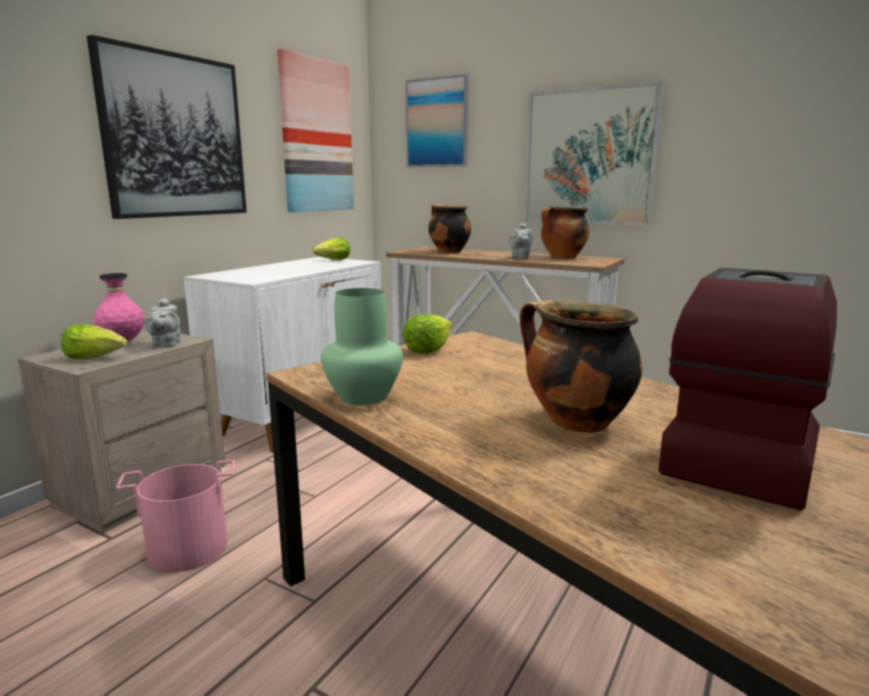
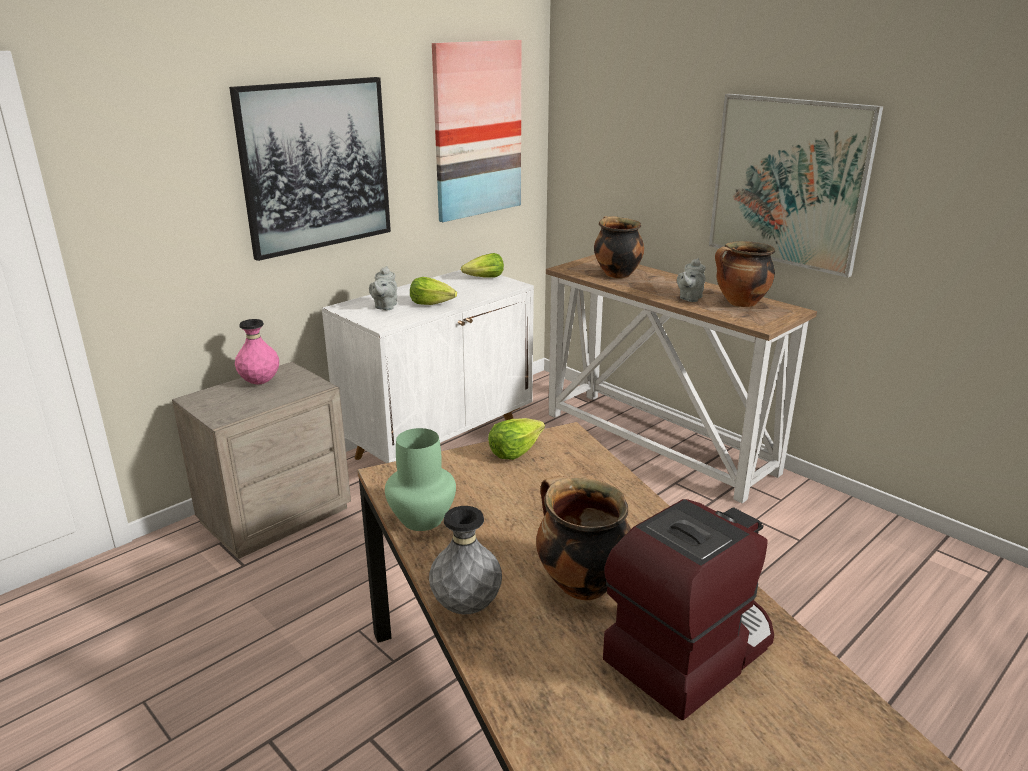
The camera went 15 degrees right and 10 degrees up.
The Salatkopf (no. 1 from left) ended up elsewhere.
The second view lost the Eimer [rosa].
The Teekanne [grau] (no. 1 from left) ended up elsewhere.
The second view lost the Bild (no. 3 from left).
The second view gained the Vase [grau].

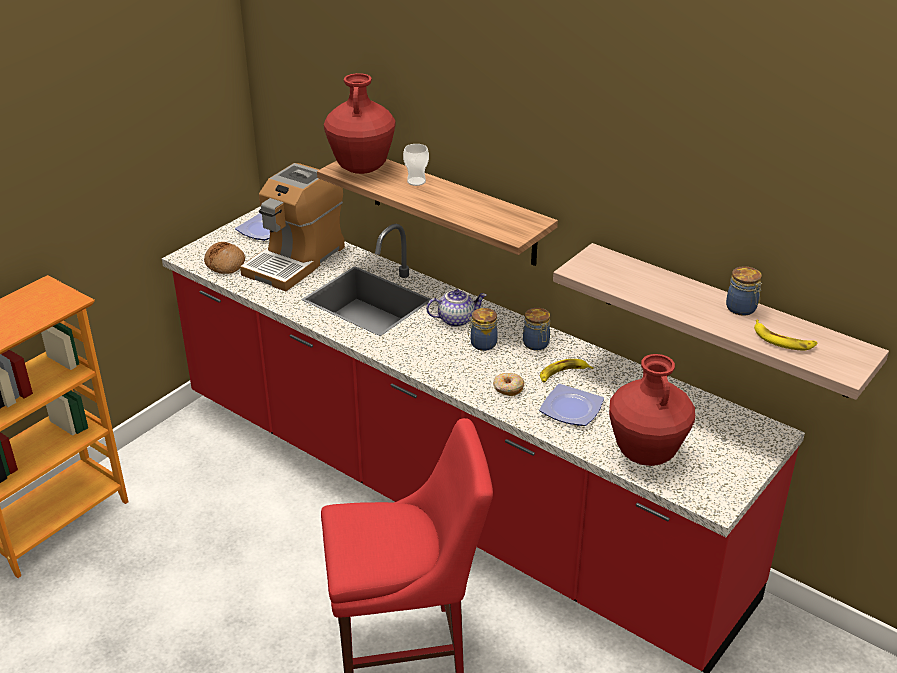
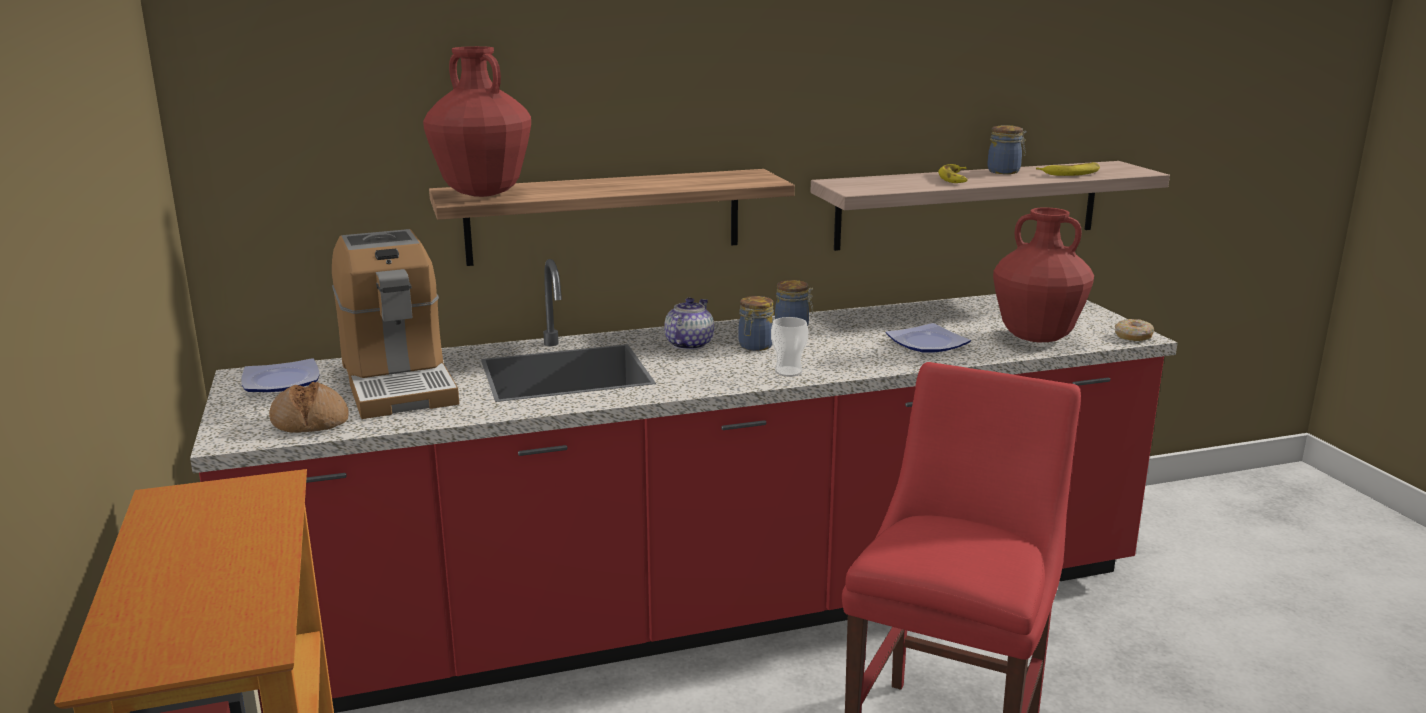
The camera went 55 degrees left and 15 degrees down.
The Tasse ended up elsewhere.
The Donut ended up elsewhere.
The Banane (no. 1 from left) ended up elsewhere.

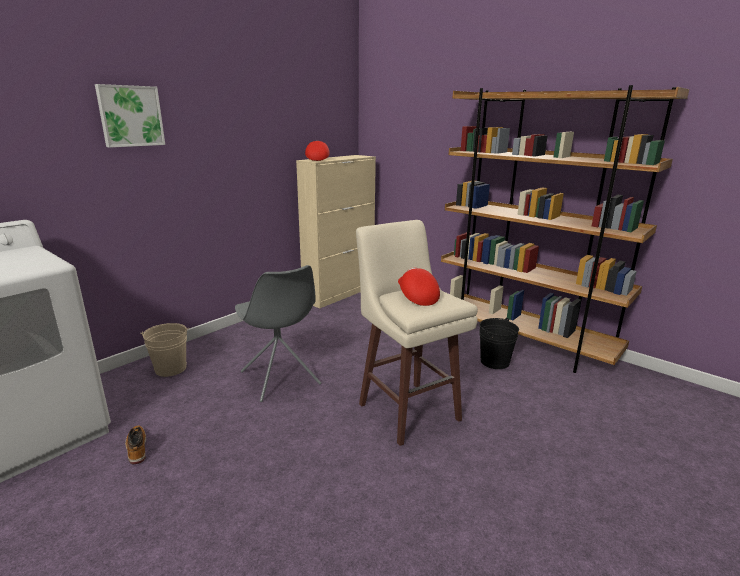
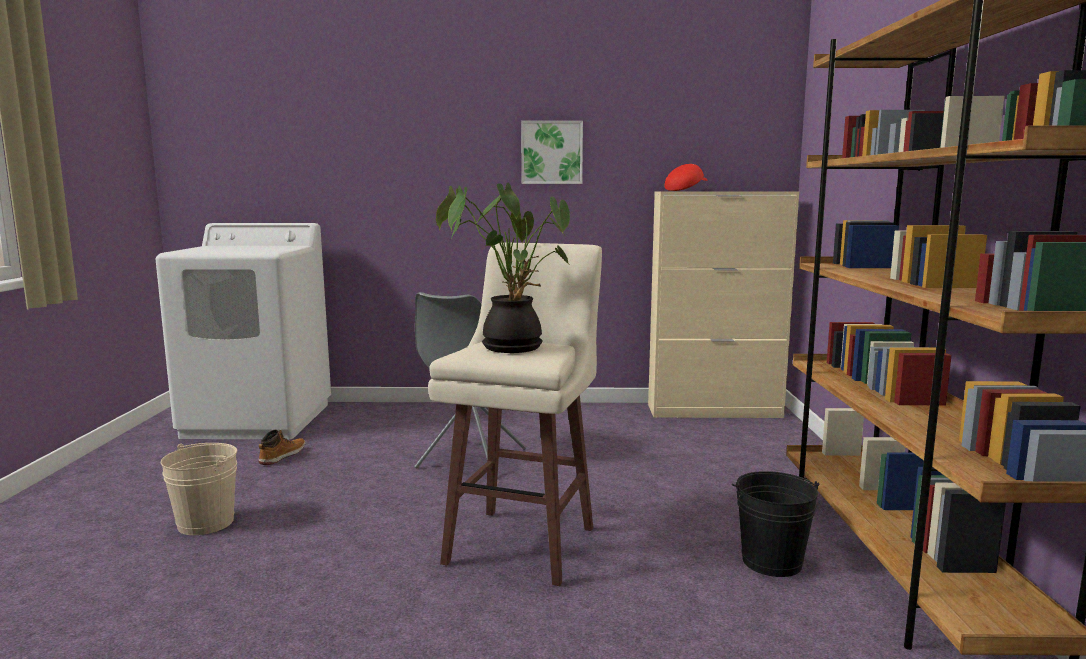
The camera went 50 degrees right and 10 degrees down.
The Bild ended up elsewhere.
The Eimer [beige] ended up elsewhere.
Where the Kappe [rot] (no. 2 from left) stood, the Topfpflanze came to stand.

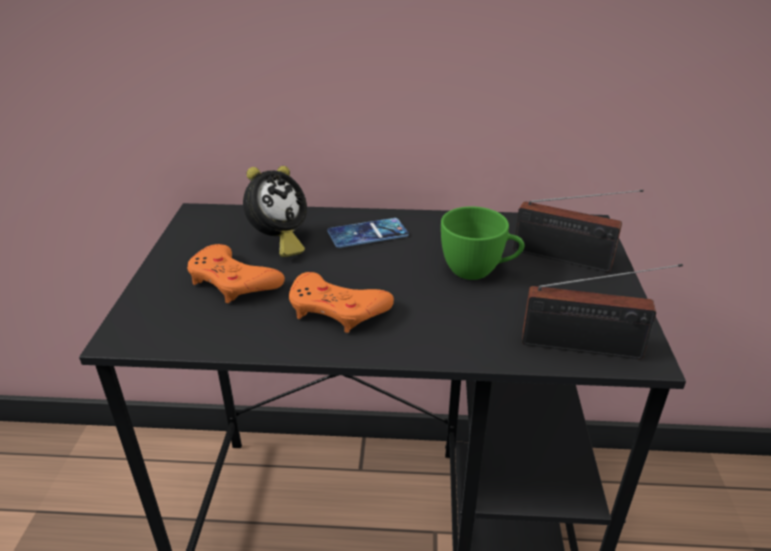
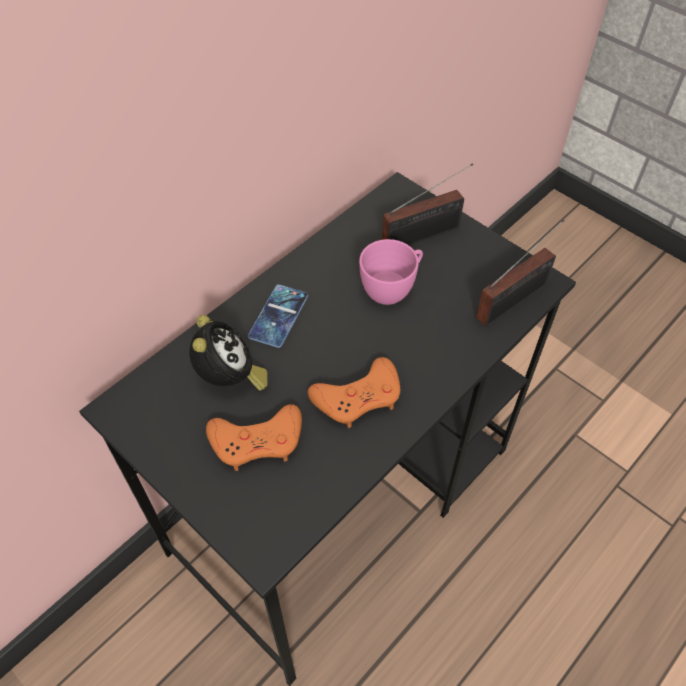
The camera went 50 degrees left and 20 degrees up.
What was the Tasse [grün] turned into the Tasse [rosa].

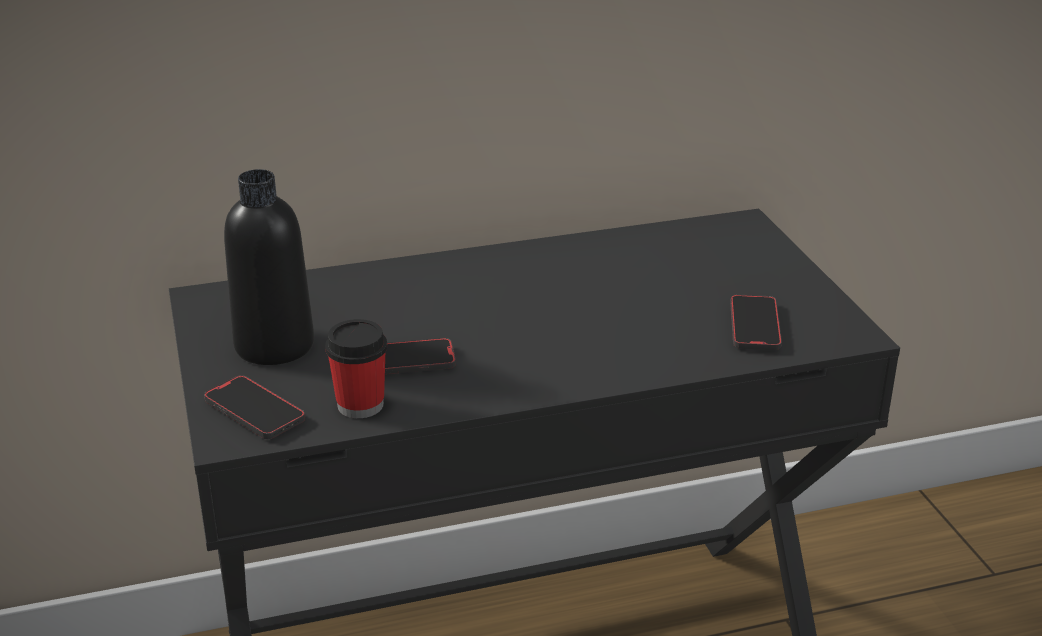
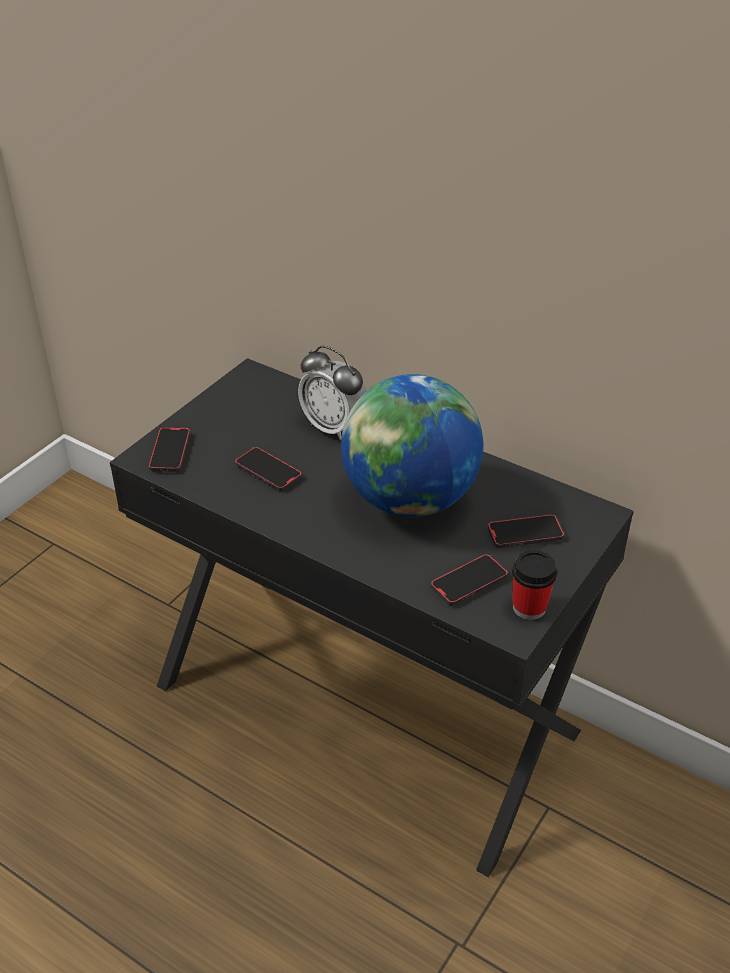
The camera went 50 degrees right and 10 degrees up.
The second view lost the Flasche [schwarz].
The Tasse ended up elsewhere.
The second view gained the Wecker.
The second view gained the Globus.
The second view gained the Handy (no. 4 from left).

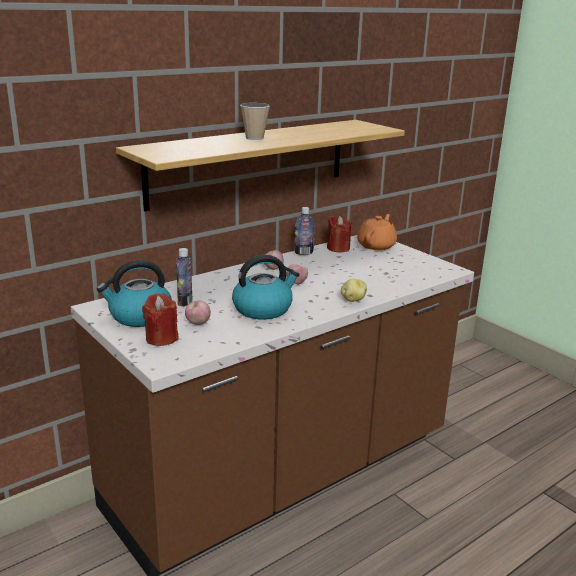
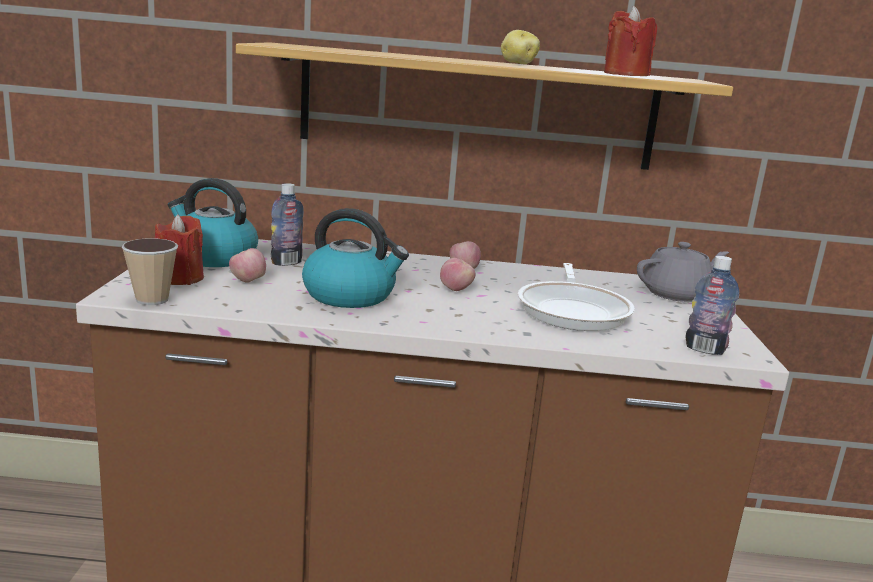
The camera went 40 degrees right and 5 degrees down.
The Tasse ended up elsewhere.
The Flasche (no. 2 from left) ended up elsewhere.
The Kerze [rot] (no. 2 from left) ended up elsewhere.
The Kartoffel ended up elsewhere.
What was the Teekanne [orange] turned into the Teekanne [grau].
The second view gained the Pfanne.

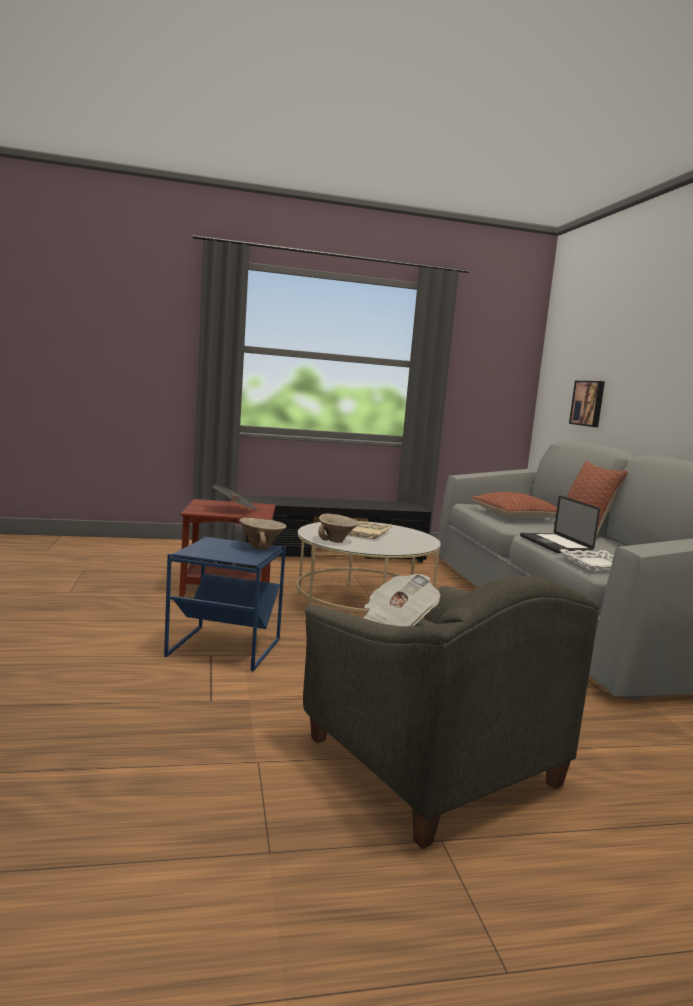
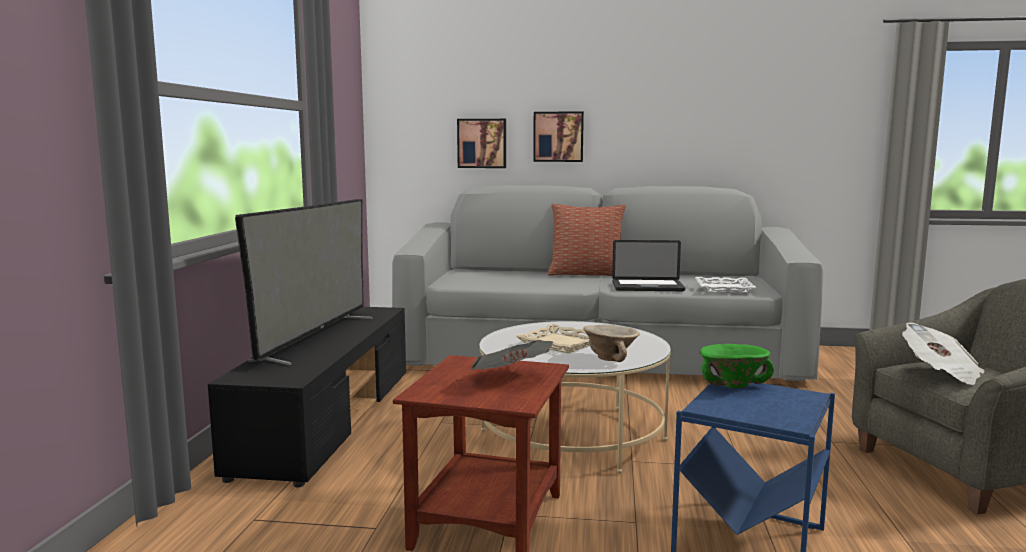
The camera went 70 degrees left and 0 degrees up.
What was the Schüssel [beige] (no. 1 from left) turned into the Schüssel [grün].
The second view lost the Kissen (no. 1 from left).
The second view gained the Fernseher.
The second view gained the Bild (no. 2 from left).

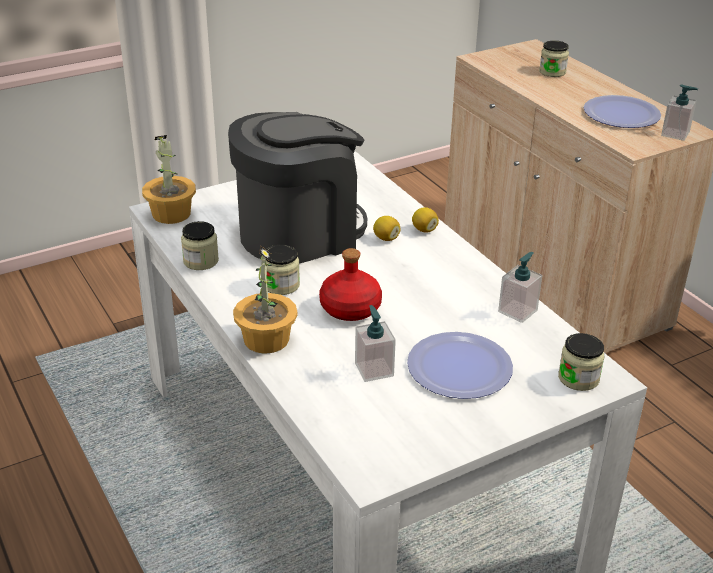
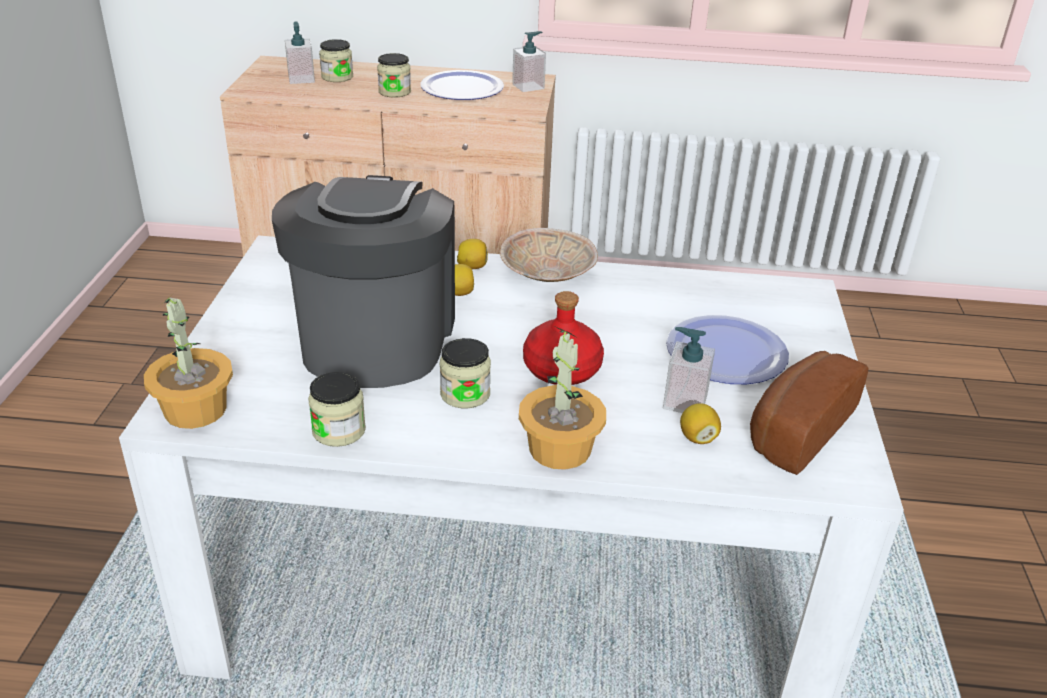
The camera went 55 degrees left and 0 degrees up.
The Seifenspender (no. 2 from left in the first image) ended up elsewhere.
The Vorratsglas (no. 4 from left in the first image) ended up elsewhere.
The second view gained the Schüssel [beige].
The second view gained the Zitrone (no. 3 from left).
The second view gained the Brot.

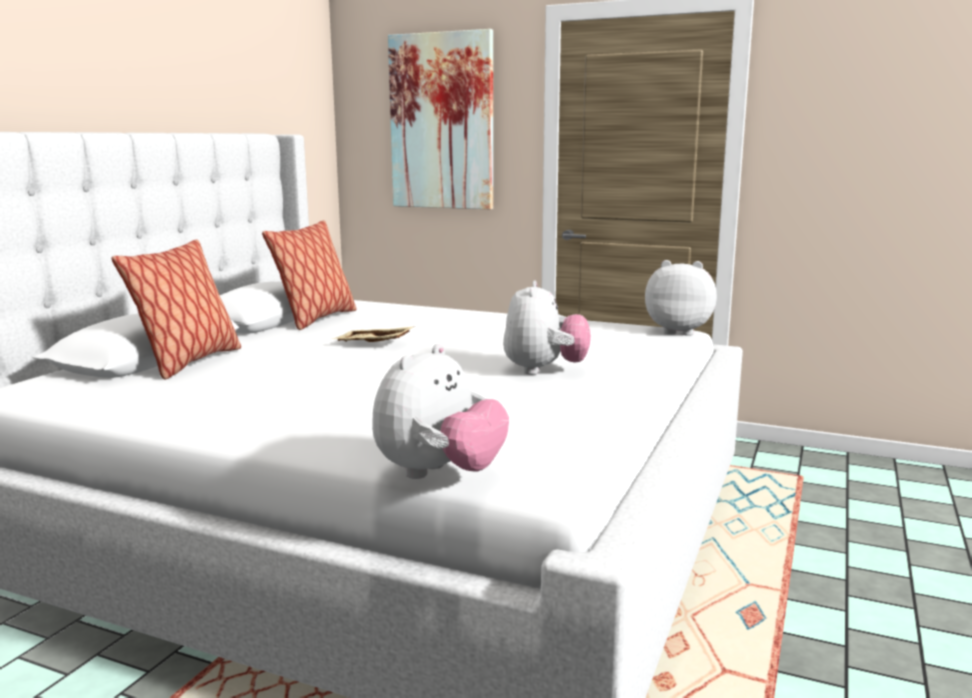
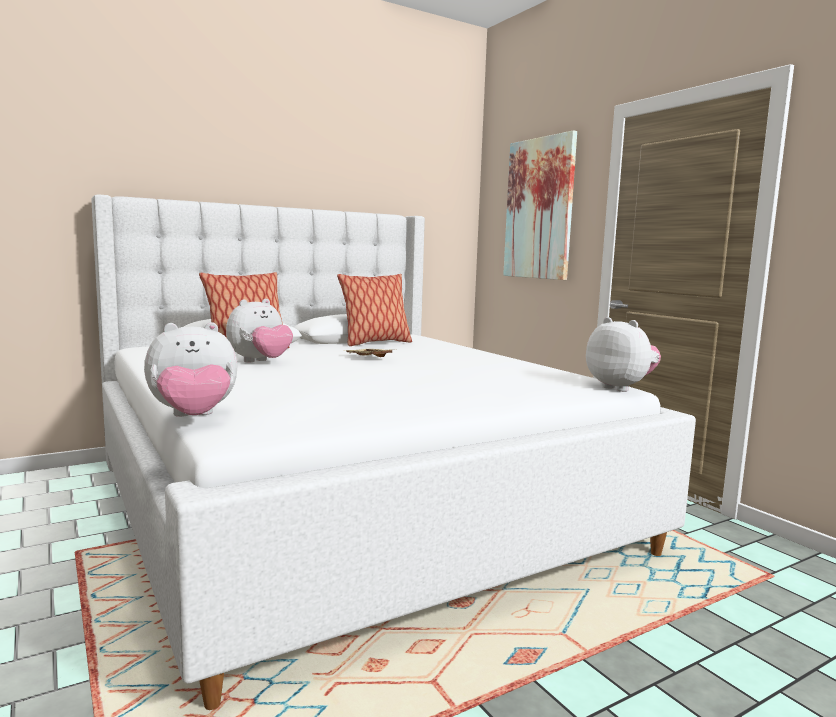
The camera went 35 degrees right and 5 degrees down.
The Plüschtier (no. 2 from left) ended up elsewhere.

